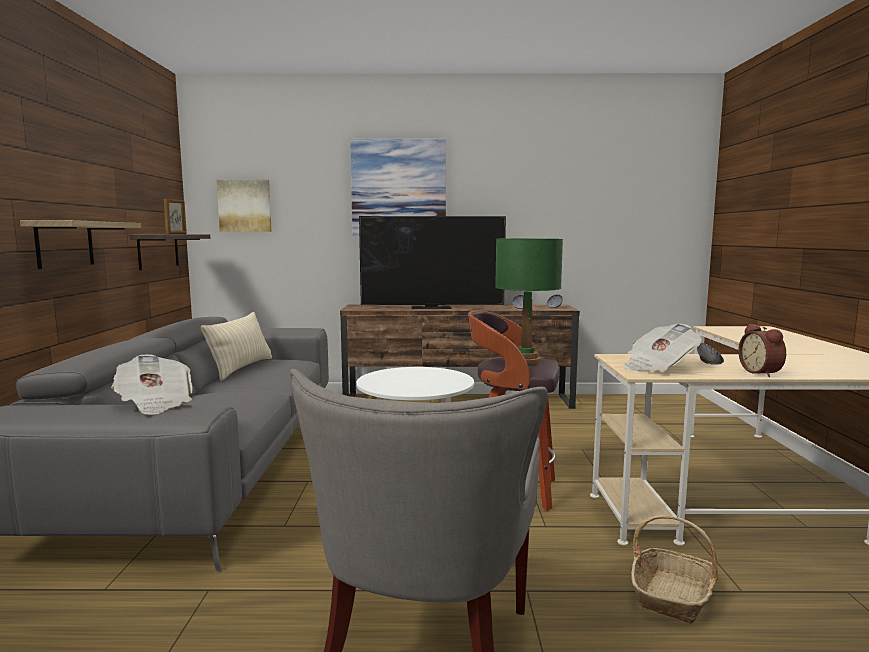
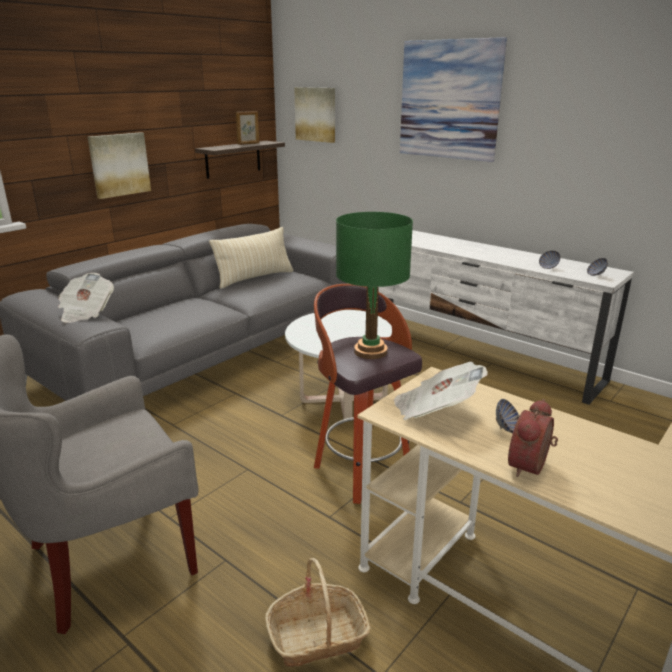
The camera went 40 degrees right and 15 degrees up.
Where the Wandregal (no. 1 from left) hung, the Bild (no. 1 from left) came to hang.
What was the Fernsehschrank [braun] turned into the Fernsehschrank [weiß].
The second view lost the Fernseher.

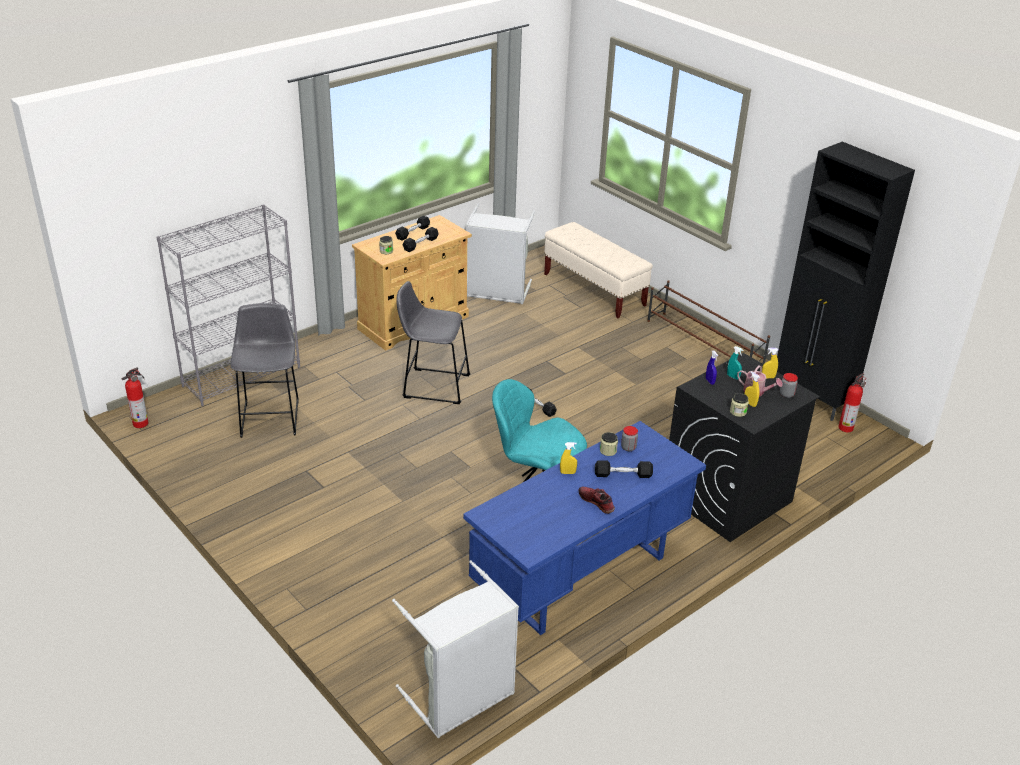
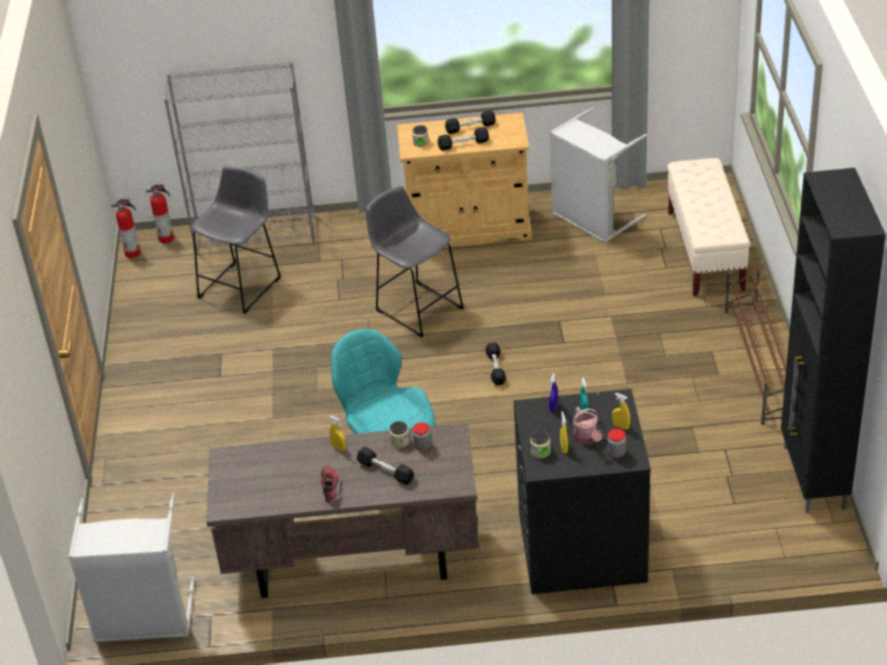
The camera went 40 degrees right and 5 degrees up.
What was the Schreibtisch [blau] turned into the Schreibtisch [braun].
The Feuerlöscher (no. 2 from left) ended up elsewhere.

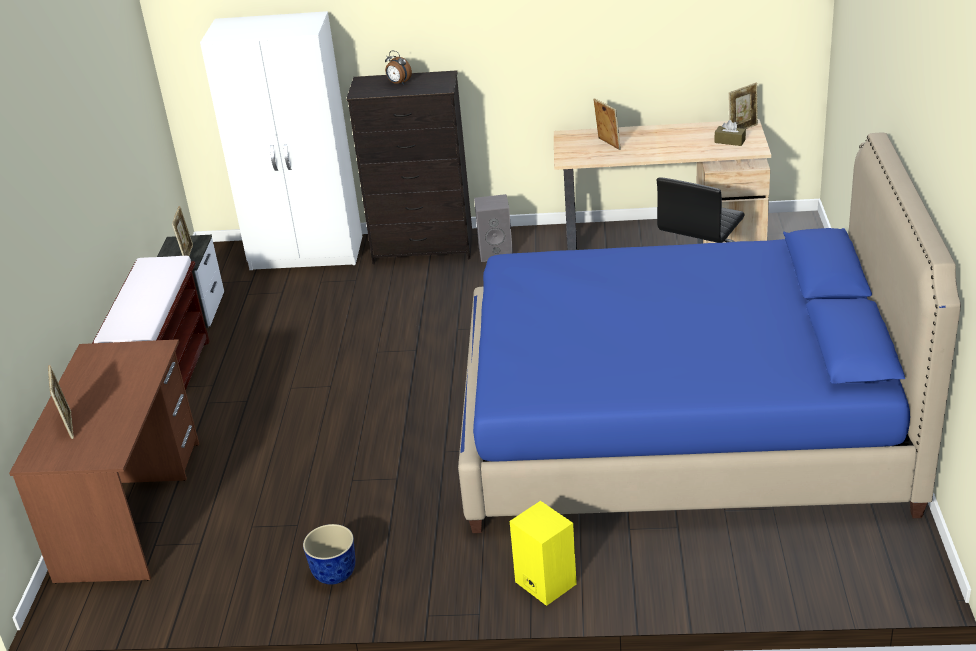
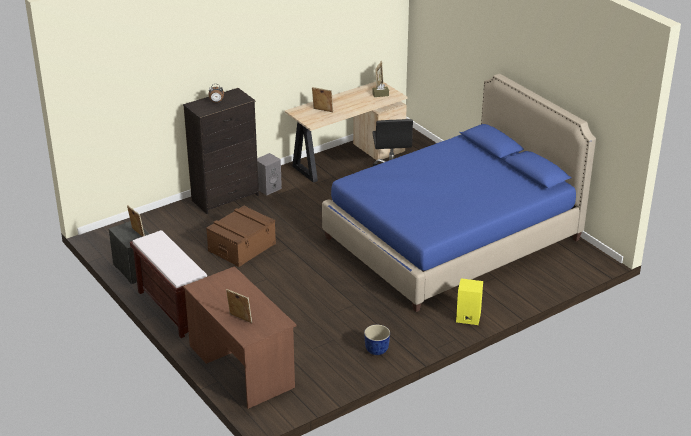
The camera went 40 degrees left and 0 degrees up.
The second view lost the Kleiderschrank [weiß].
The second view gained the Aufbewahrungsbox [braun].

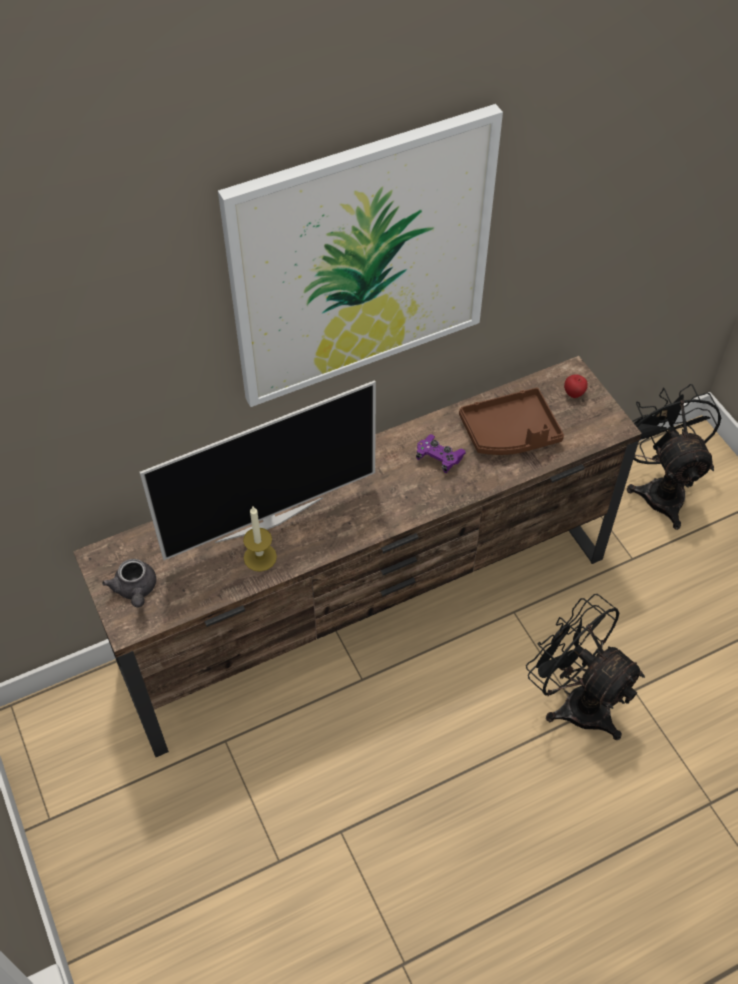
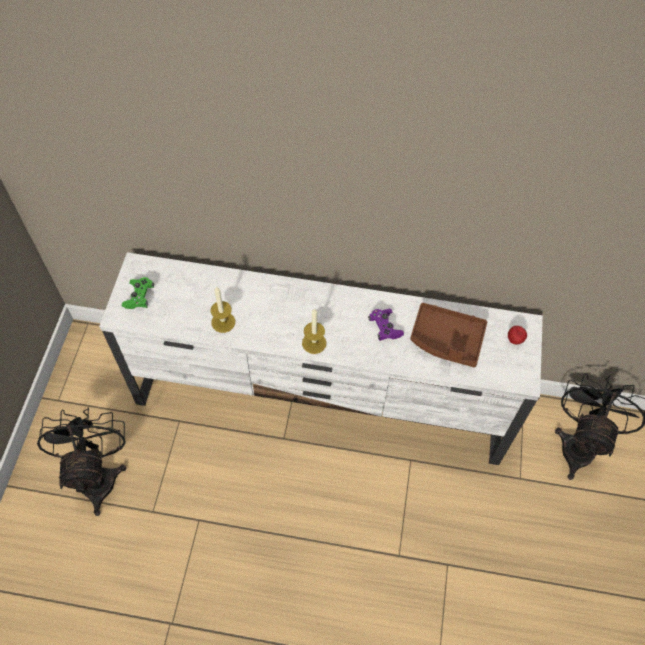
The camera went 35 degrees right and 5 degrees up.
What was the Fernsehschrank [braun] turned into the Fernsehschrank [weiß].
Where the Teekanne [grau] stood, the Gamepad [grün] came to stand.
The second view lost the Fernseher.
The second view lost the Bild.
The Ventilator [schwarz] (no. 1 from left) ended up elsewhere.
The second view gained the Kerze (no. 2 from left).

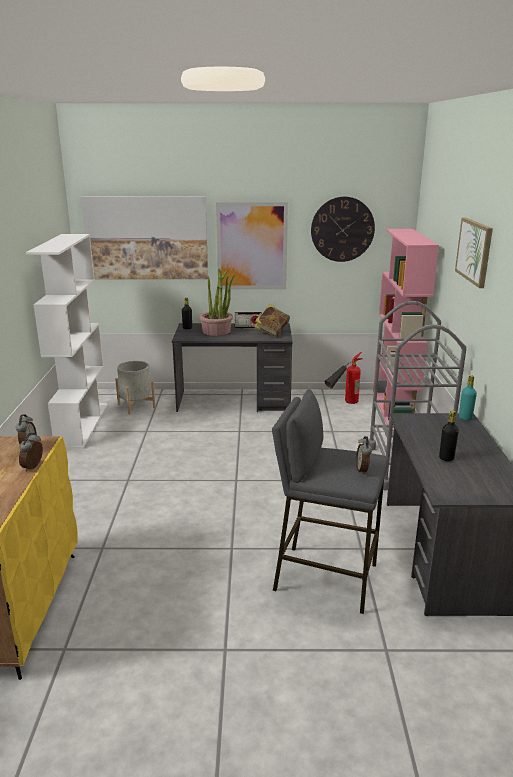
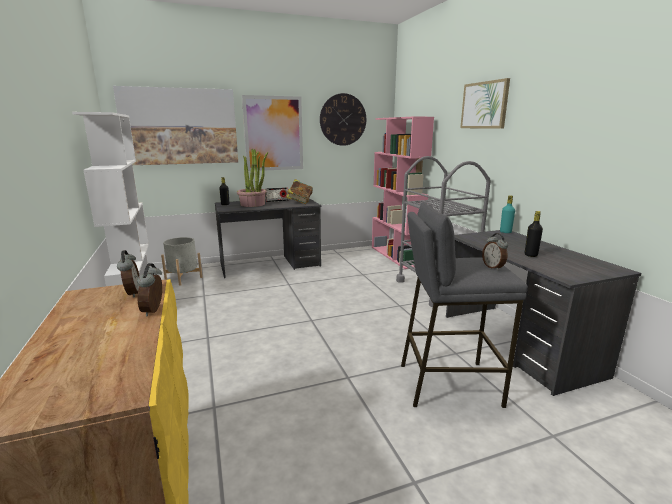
The camera went 20 degrees left and 5 degrees down.
The second view lost the Feuerlöscher.

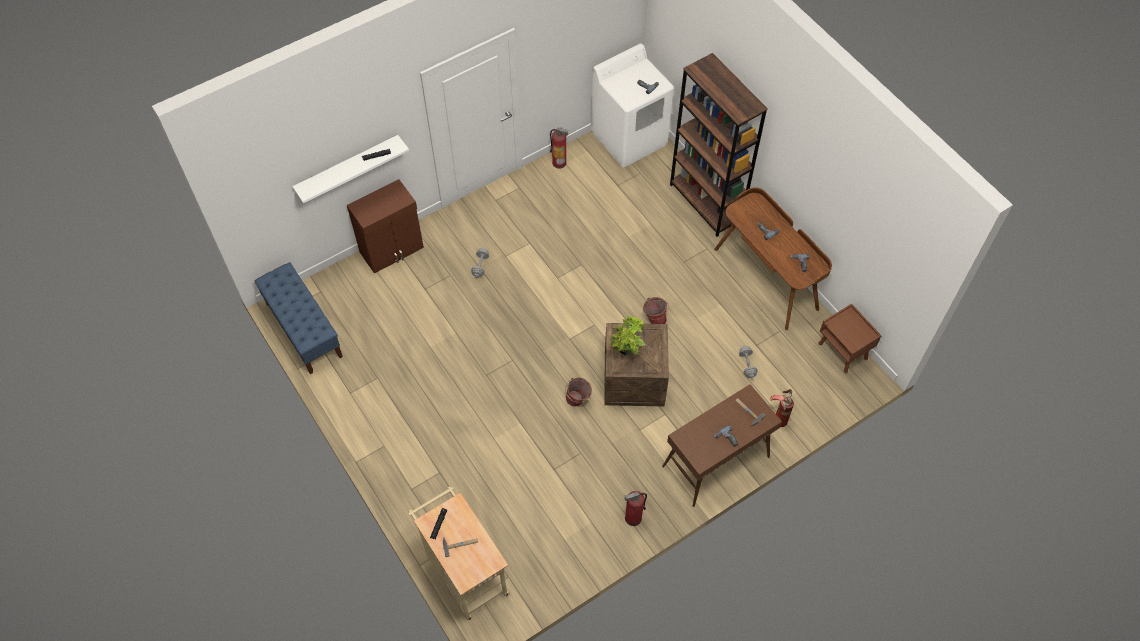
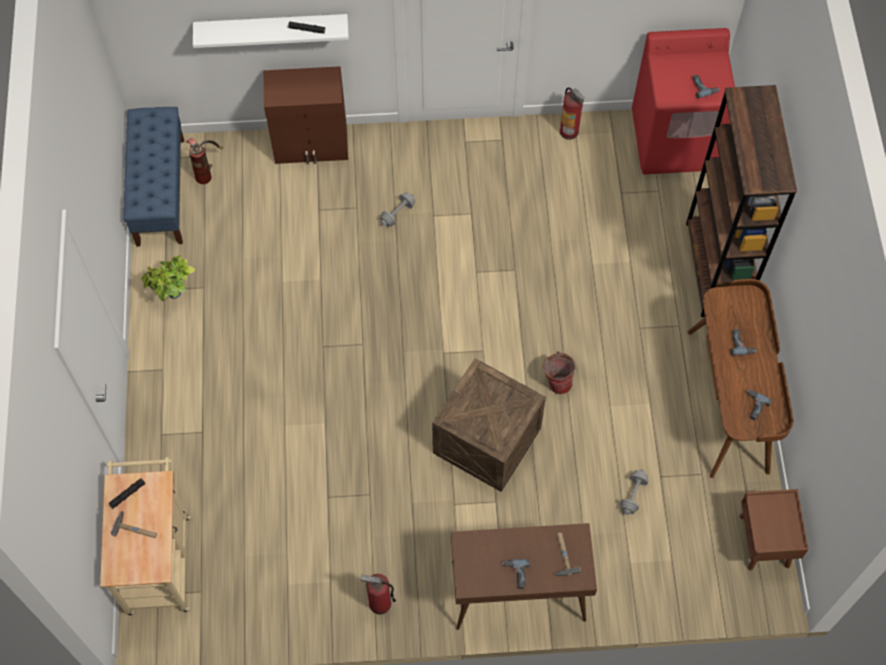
The camera went 30 degrees right and 5 degrees up.
The second view lost the Eimer (no. 1 from left).
What was the Waschmaschine [weiß] turned into the Waschmaschine [rot].
The Topfpflanze ended up elsewhere.
The Feuerlöscher (no. 3 from left in the first image) ended up elsewhere.

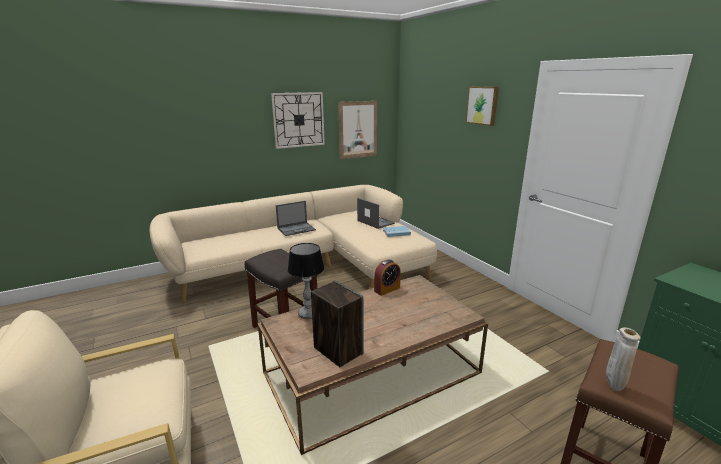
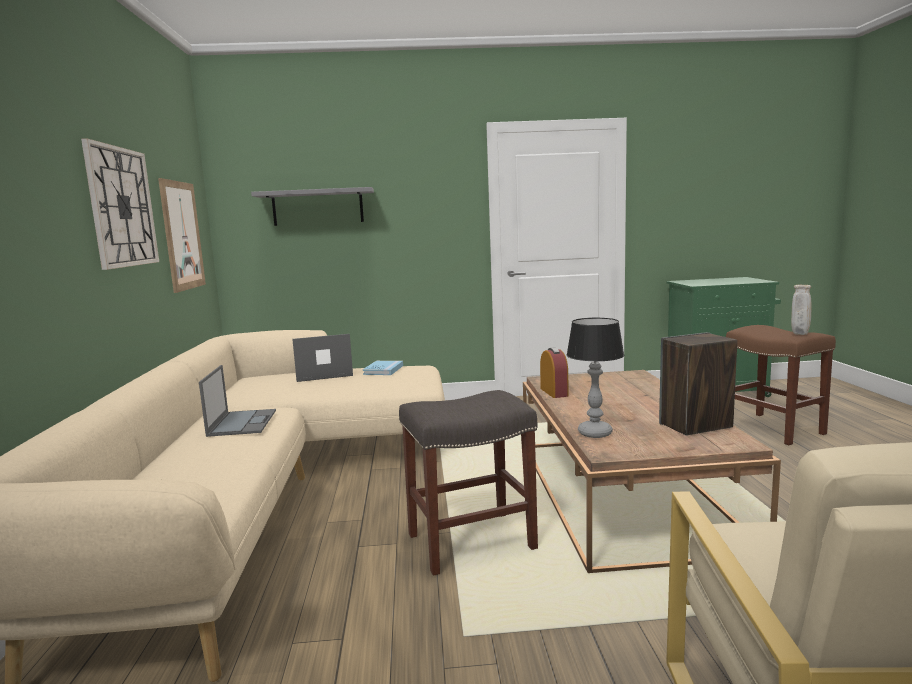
The camera went 65 degrees left and 10 degrees down.
The second view lost the Bild (no. 2 from left).
The second view gained the Wandregal [grau].

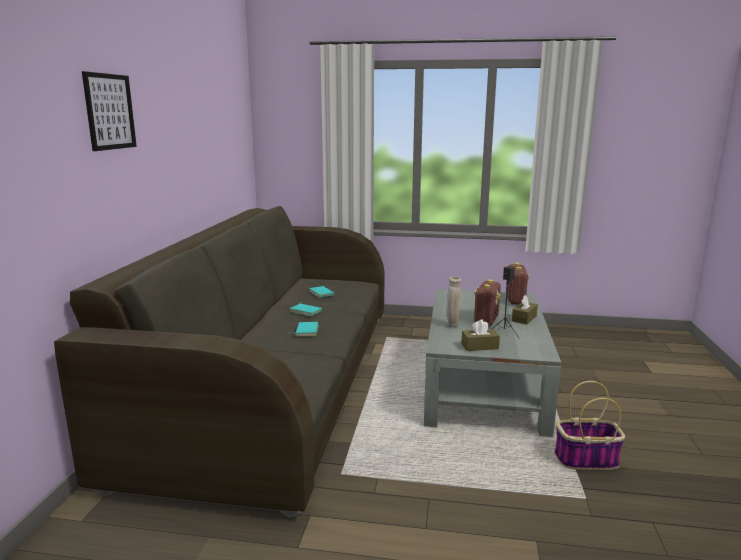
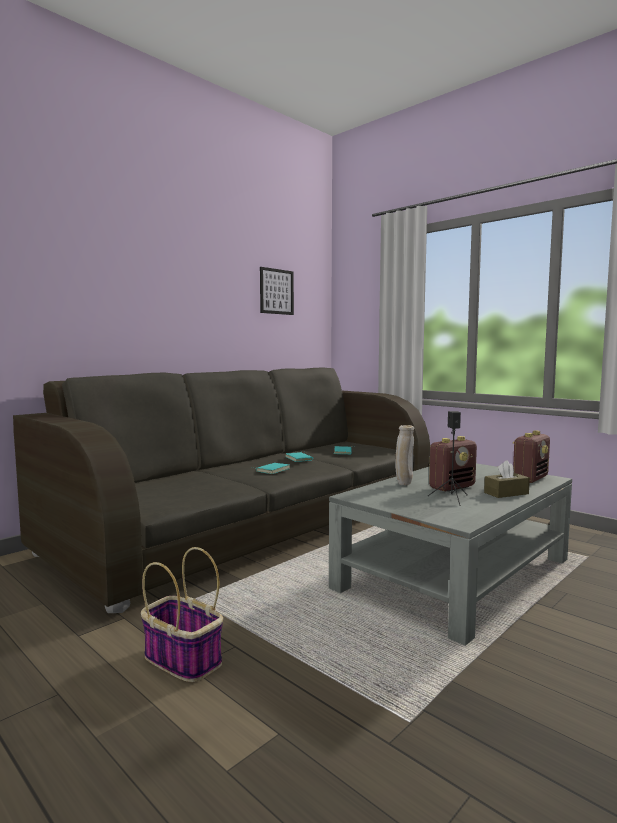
The camera went 35 degrees right and 10 degrees down.
The Bild ended up elsewhere.
The second view lost the Taschentuchbox [braun] (no. 1 from left).
The Korb ended up elsewhere.

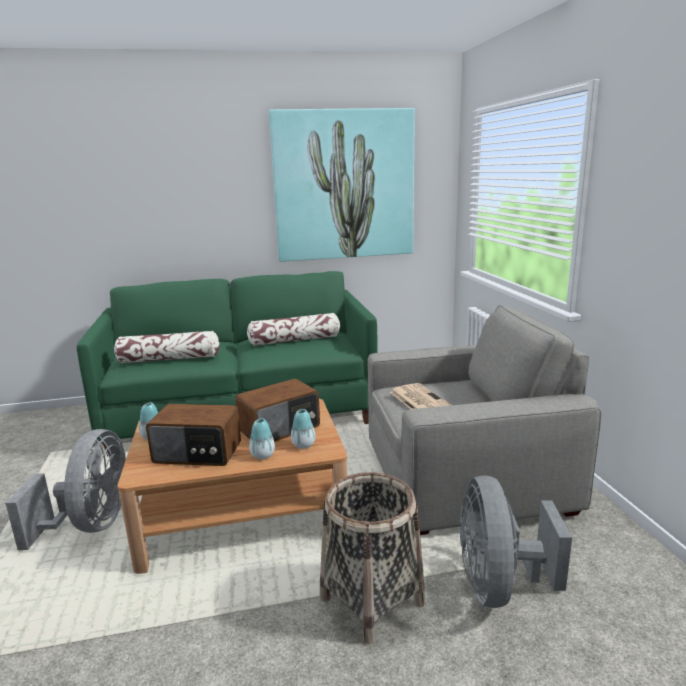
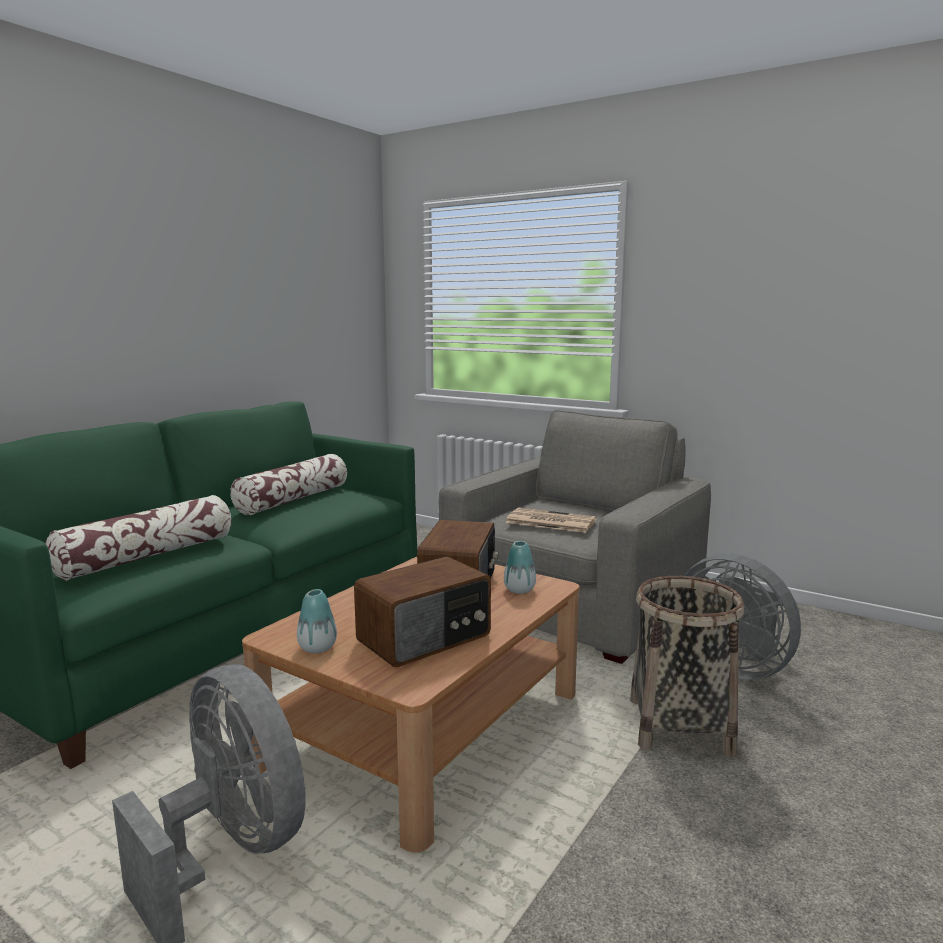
The camera went 45 degrees left and 5 degrees down.
The second view lost the Vase (no. 2 from left).
The second view lost the Bild.

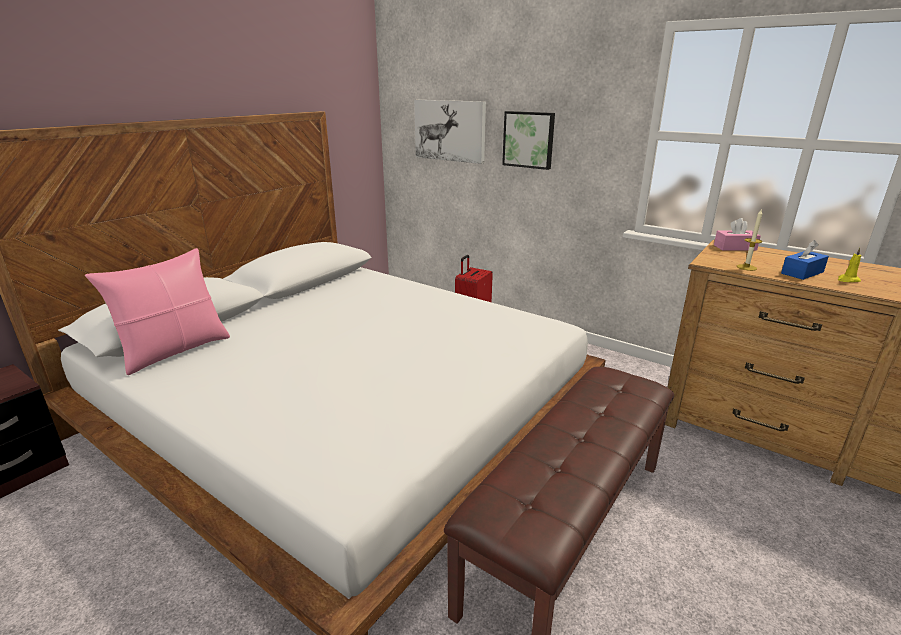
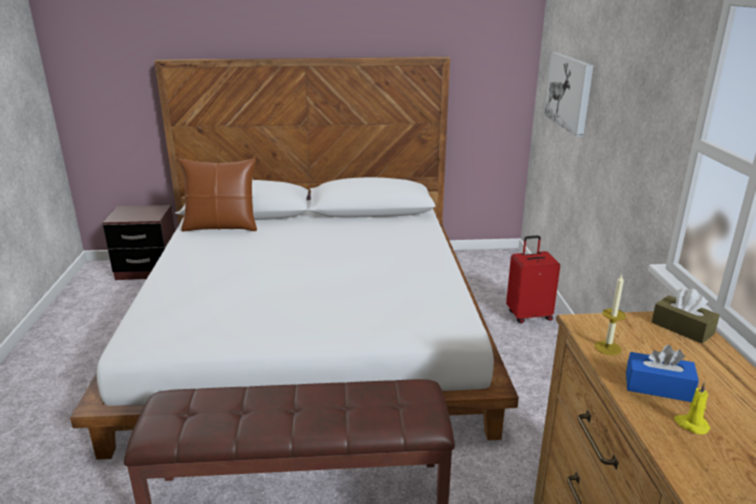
The camera went 50 degrees right and 0 degrees up.
What was the Kissen [rosa] turned into the Kissen [braun].
The second view lost the Bild (no. 2 from left).
What was the Taschentuchbox [rosa] turned into the Taschentuchbox [braun].

